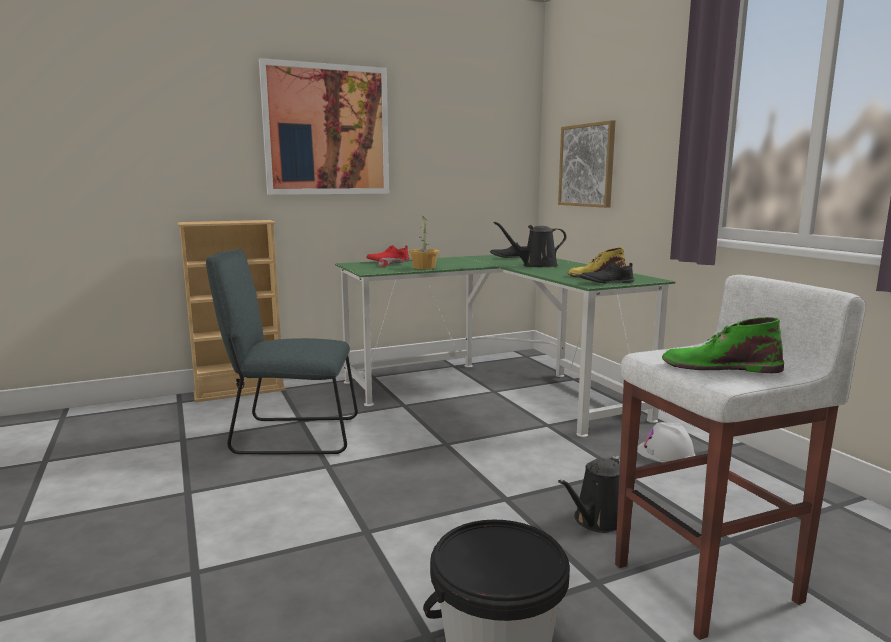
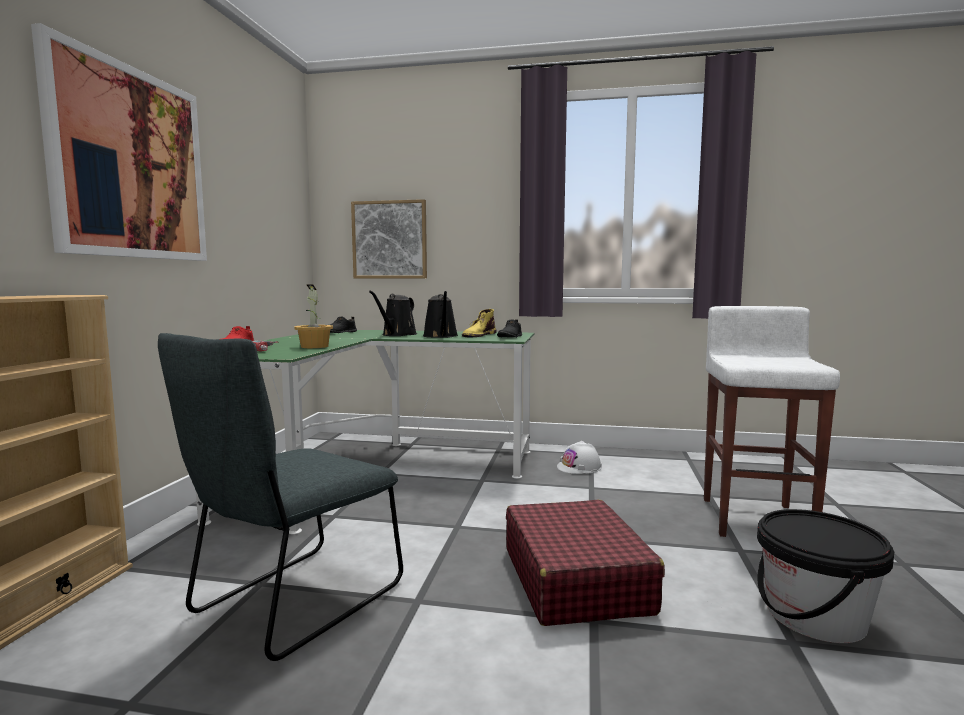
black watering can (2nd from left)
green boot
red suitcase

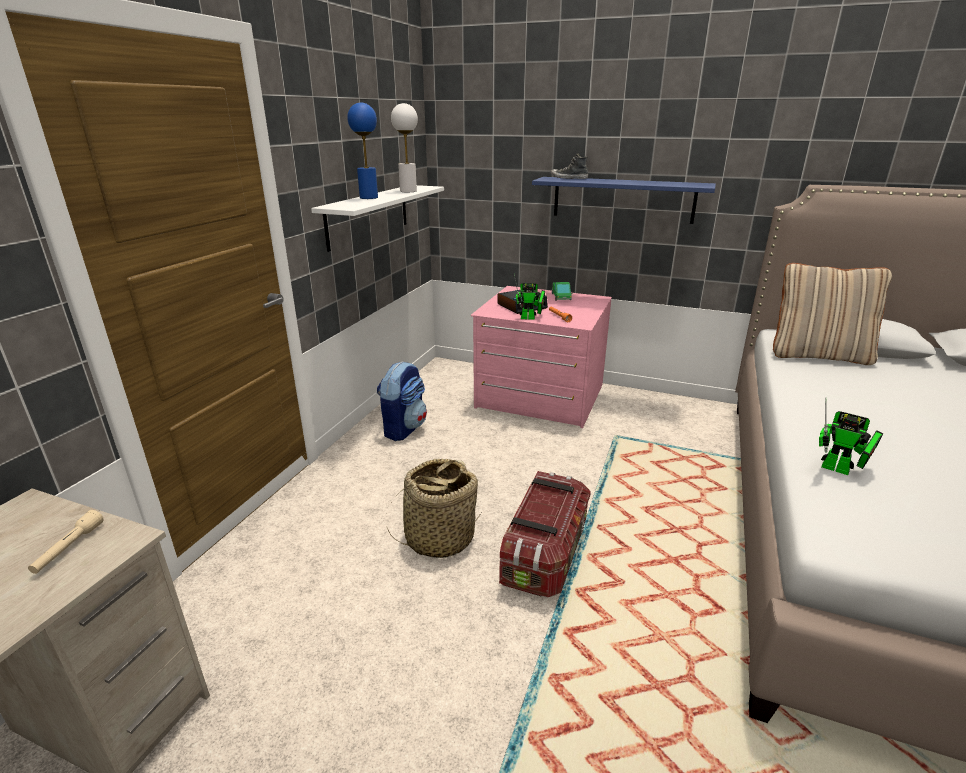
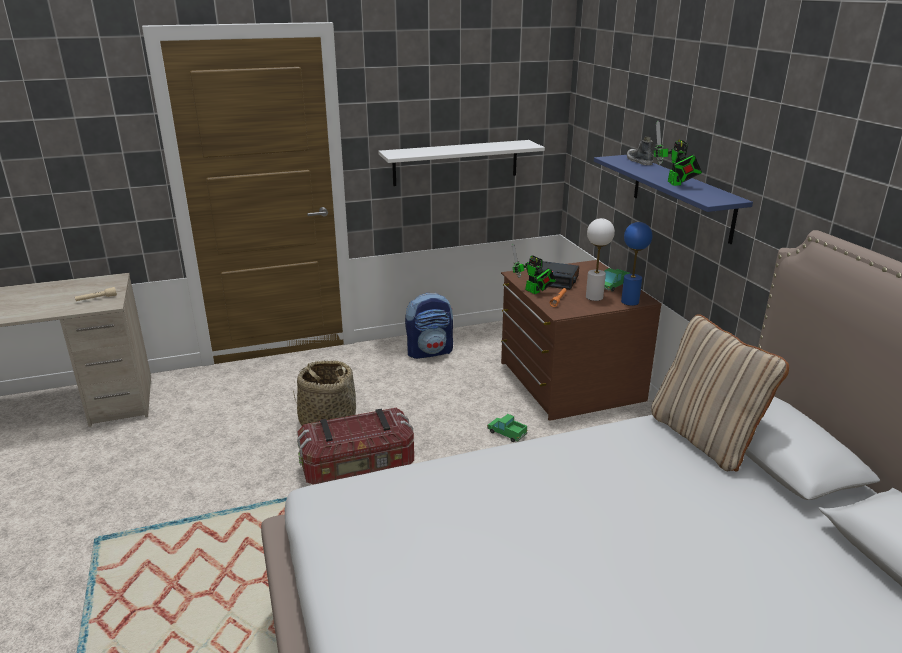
blue table lamp
white table lamp
brown dresser
toy robot (2nd from left)
toy truck (1st from left)

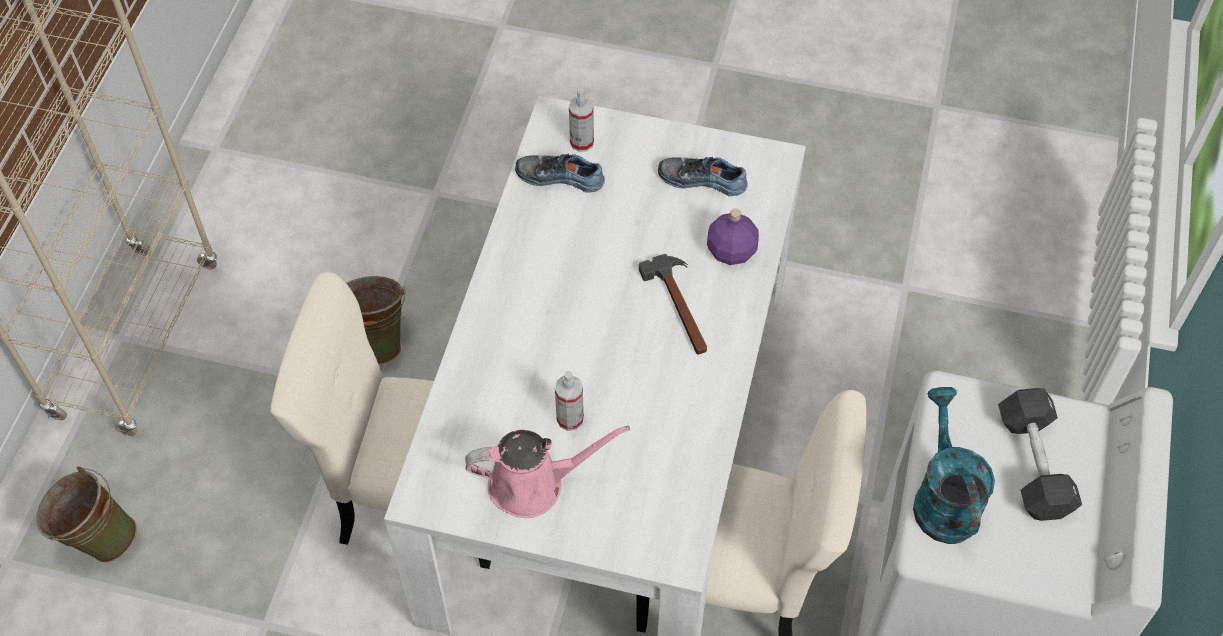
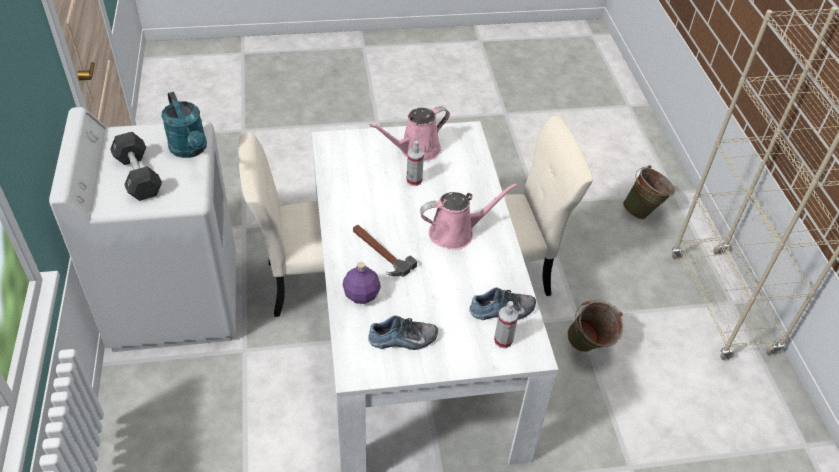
pink watering can (2nd from left)

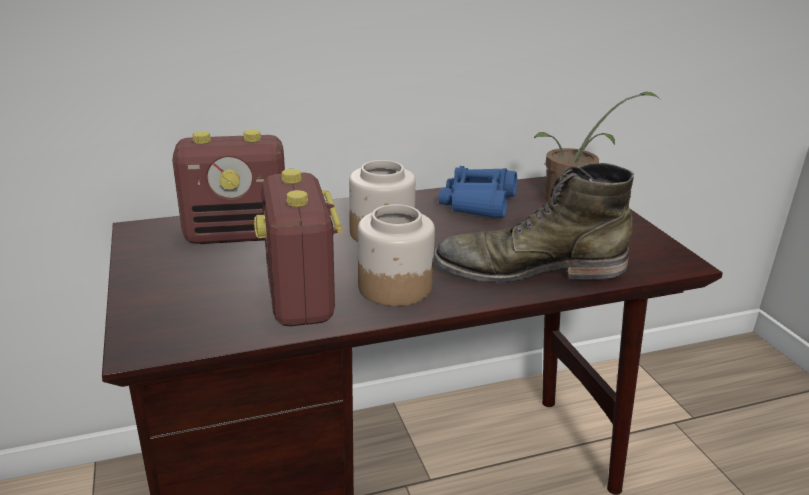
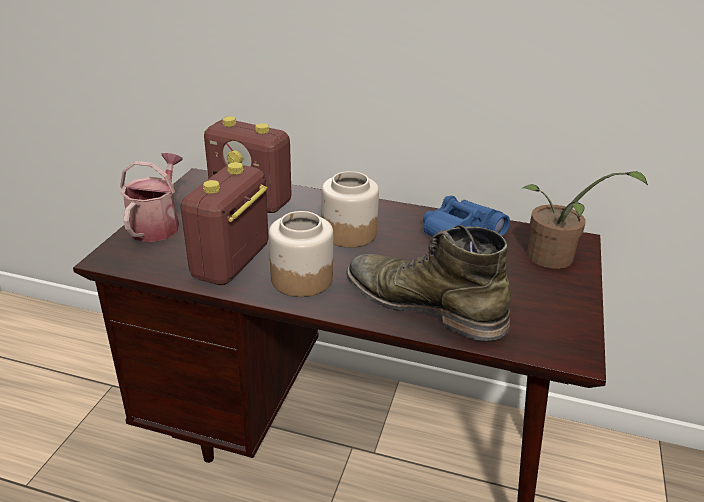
watering can

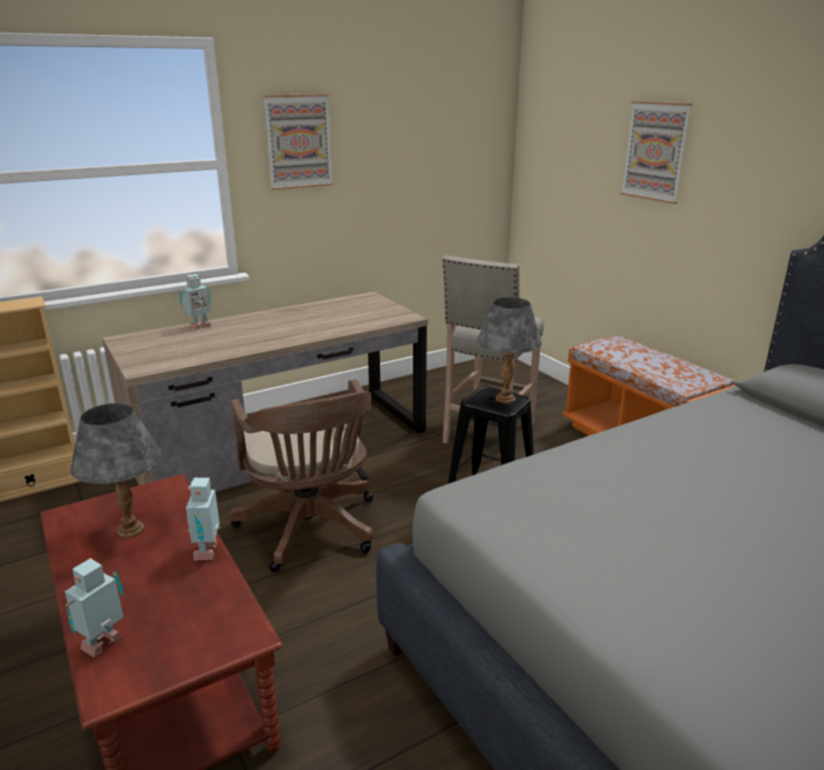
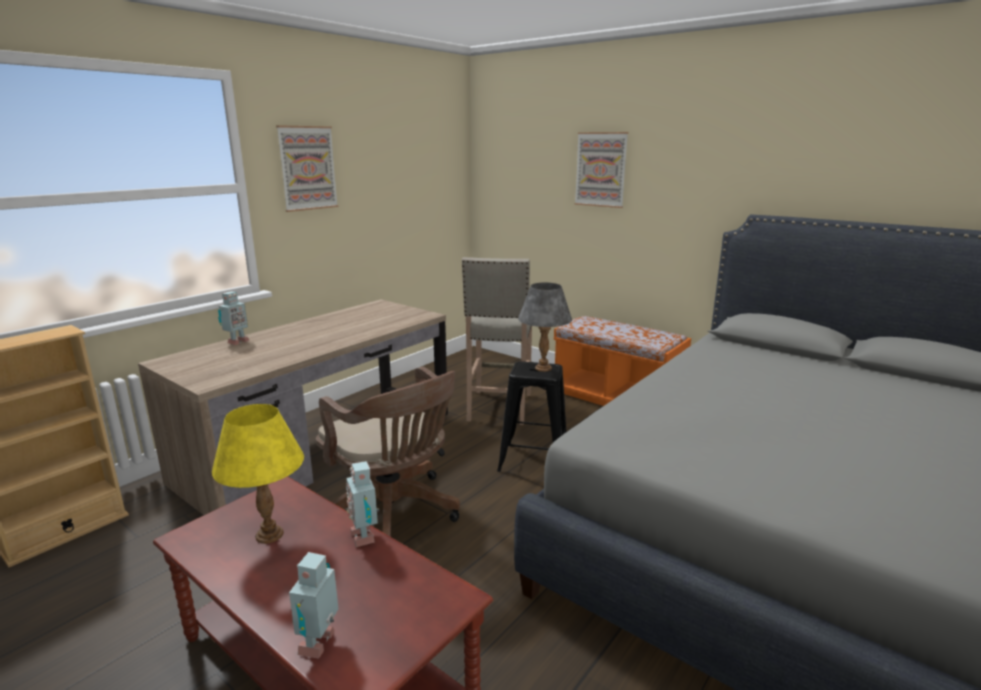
yellow table lamp

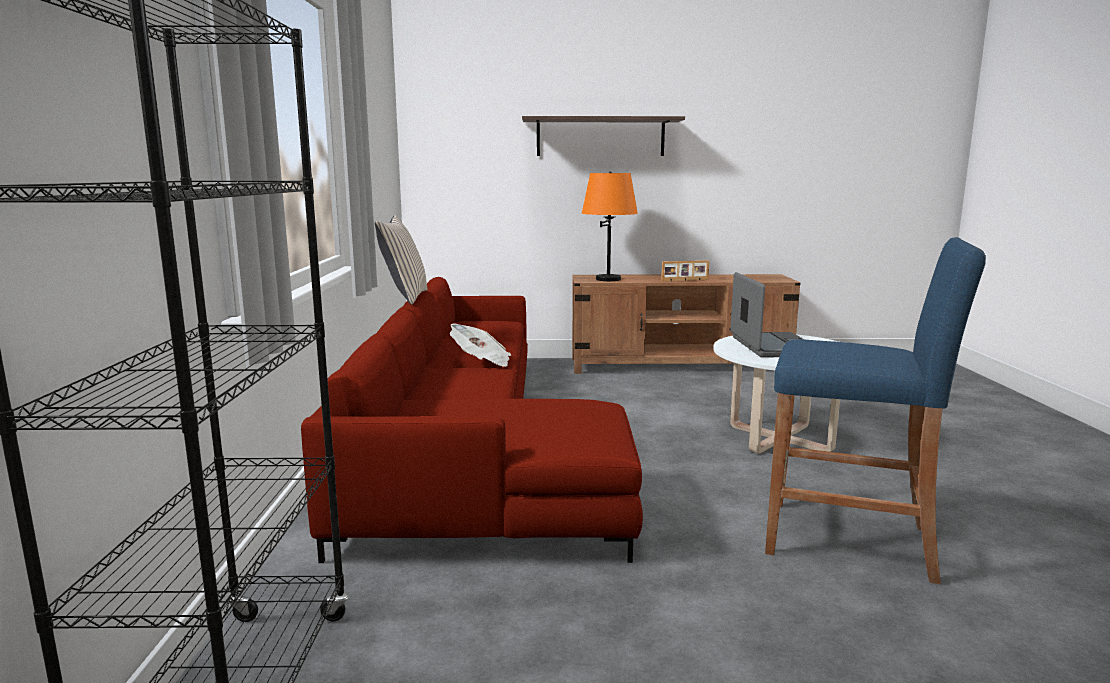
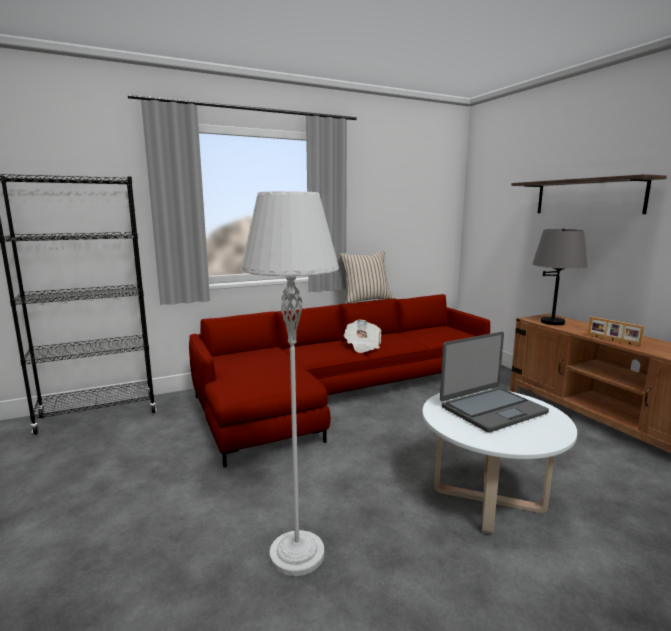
grey table lamp
grey floor lamp

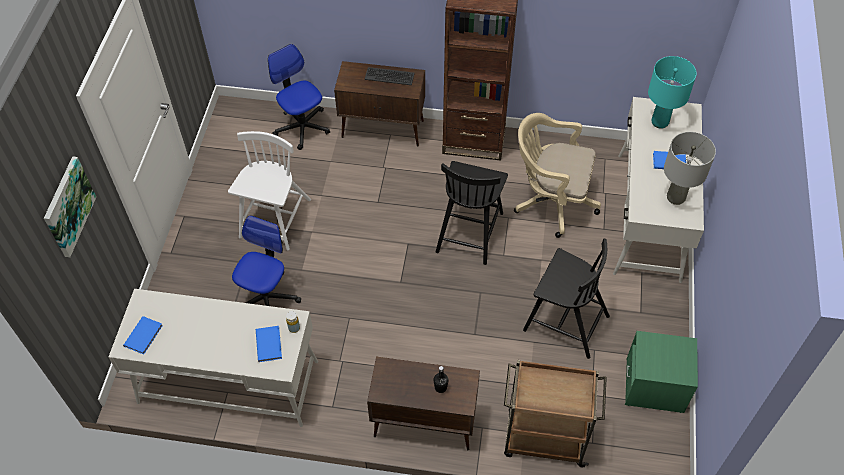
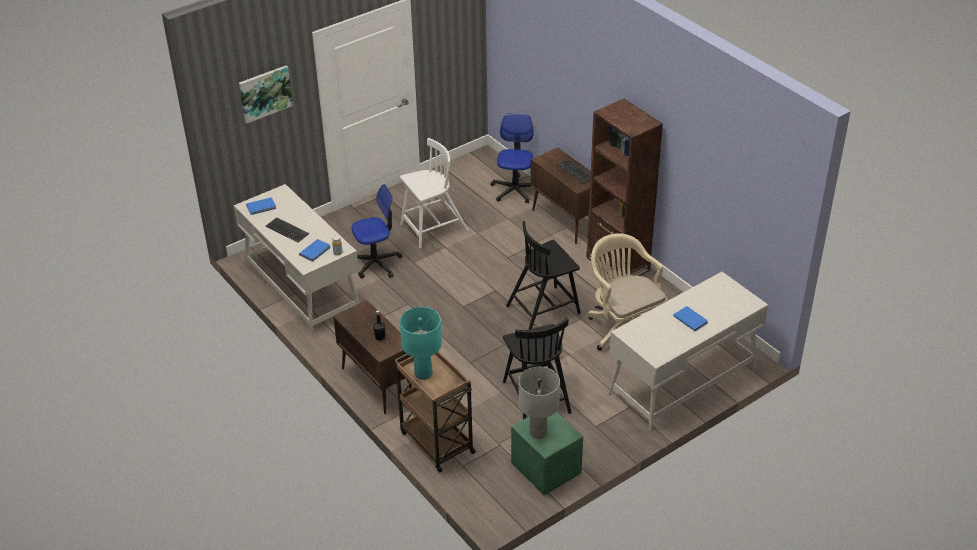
turquoise table lamp
grey table lamp
keyboard (1st from left)

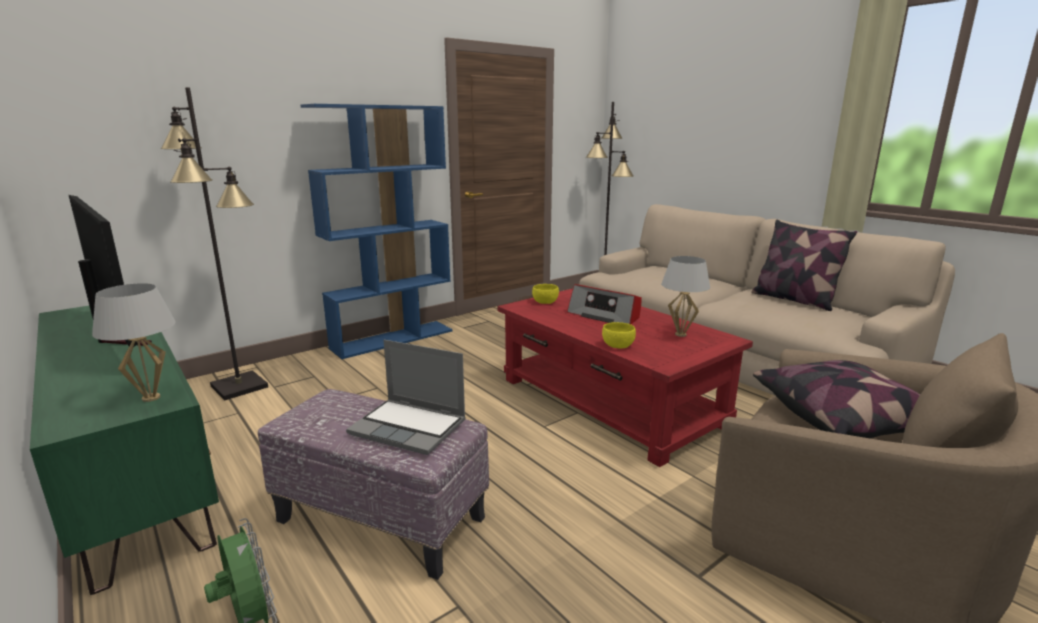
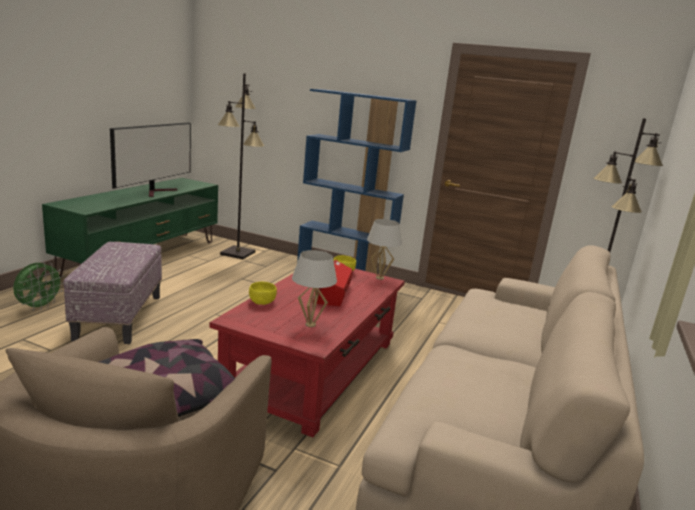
white table lamp (2nd from left)
laptop
pillow (1st from left in the first image)

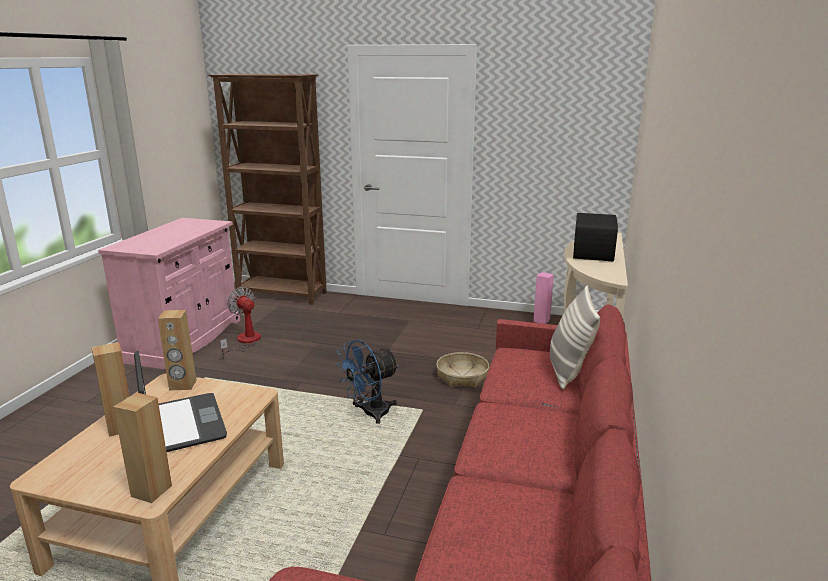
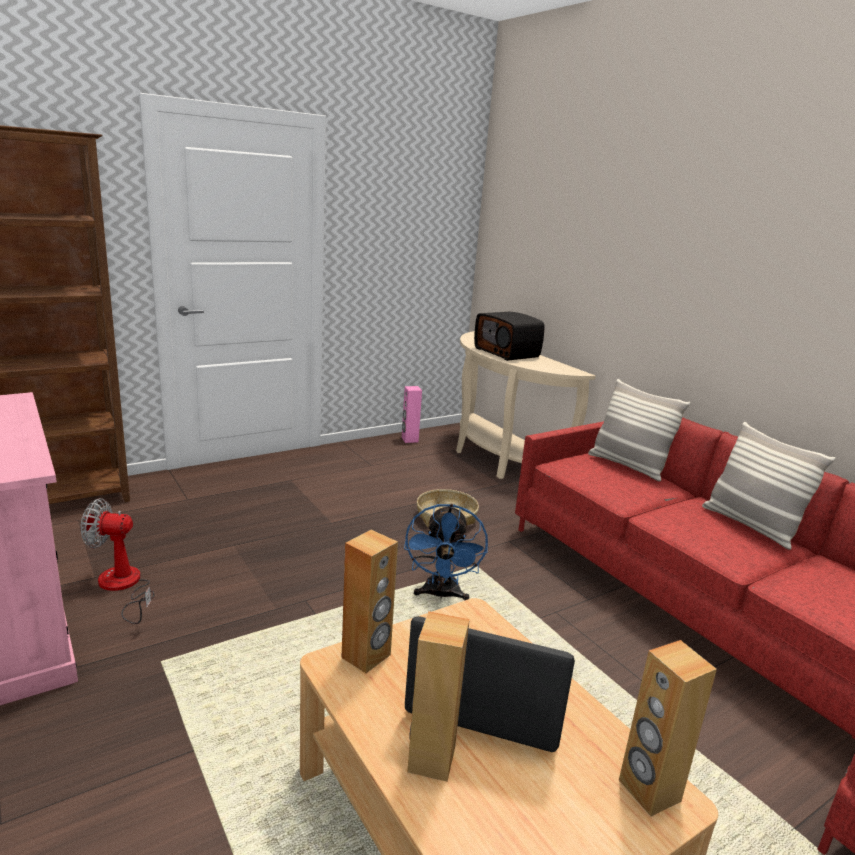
pillow (2nd from left)

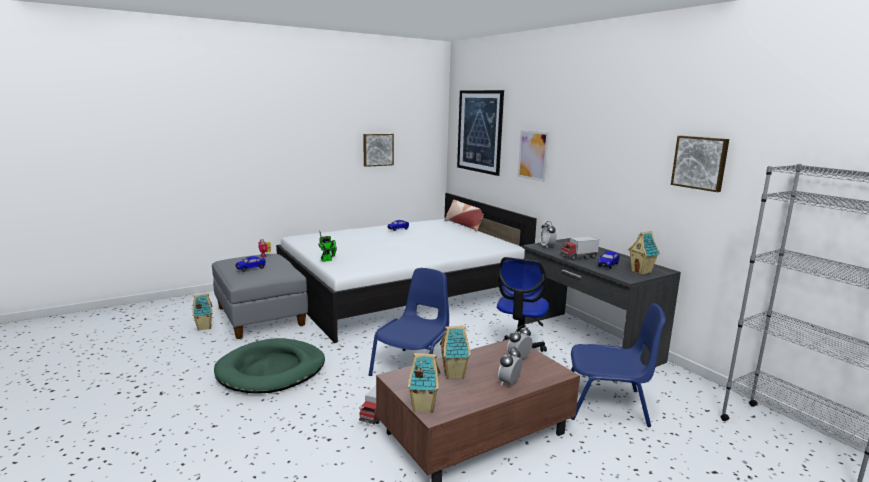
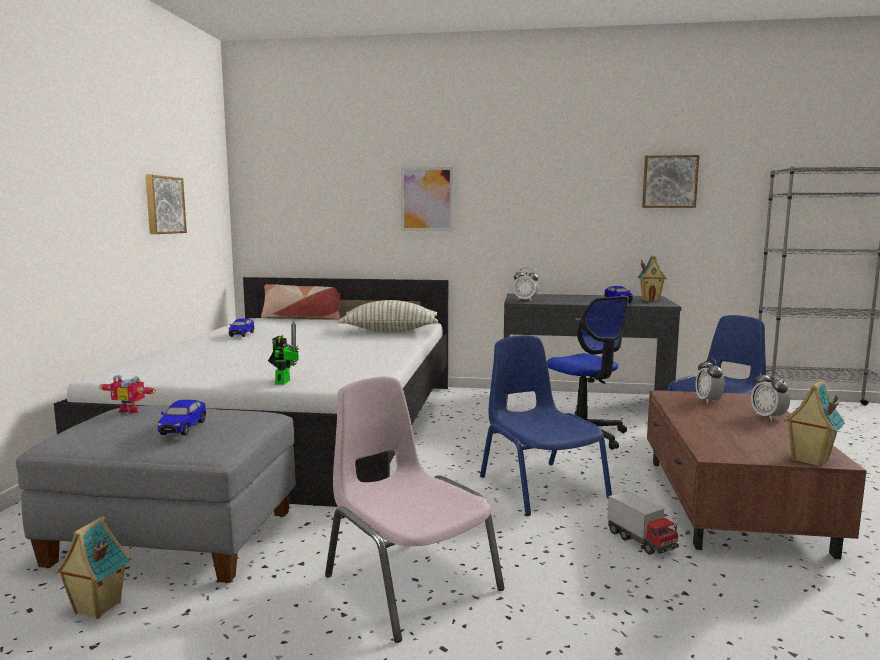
pink chair
toy house (3rd from left in the first image)
picture (2nd from left in the first image)
toy truck (2nd from left in the first image)
pillow (2nd from left)

